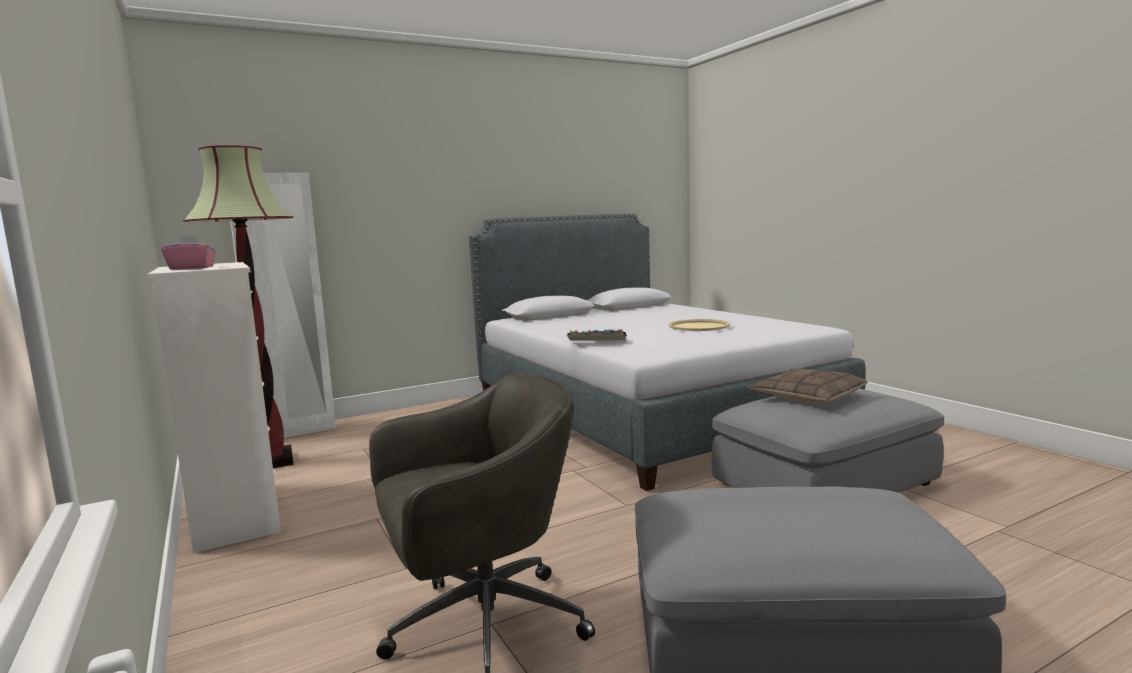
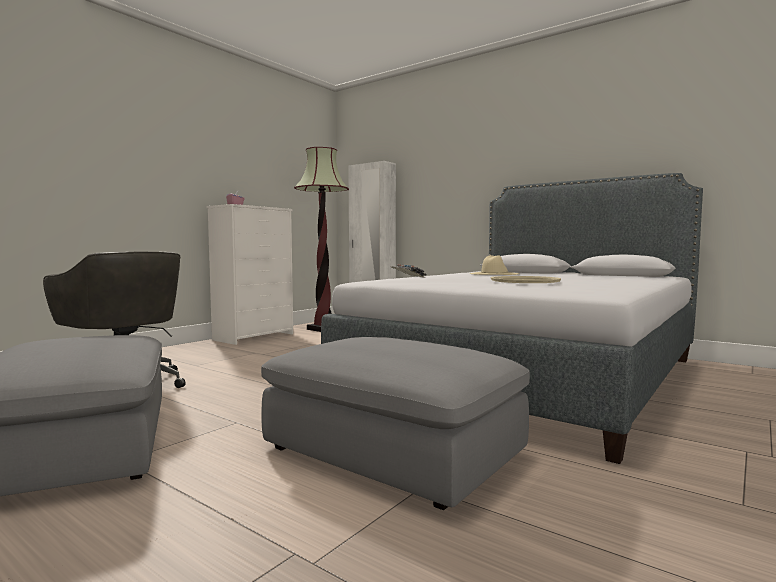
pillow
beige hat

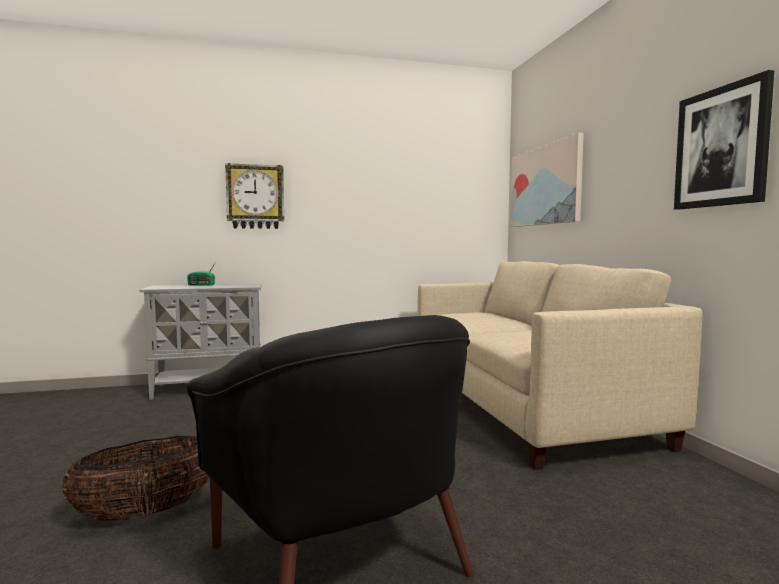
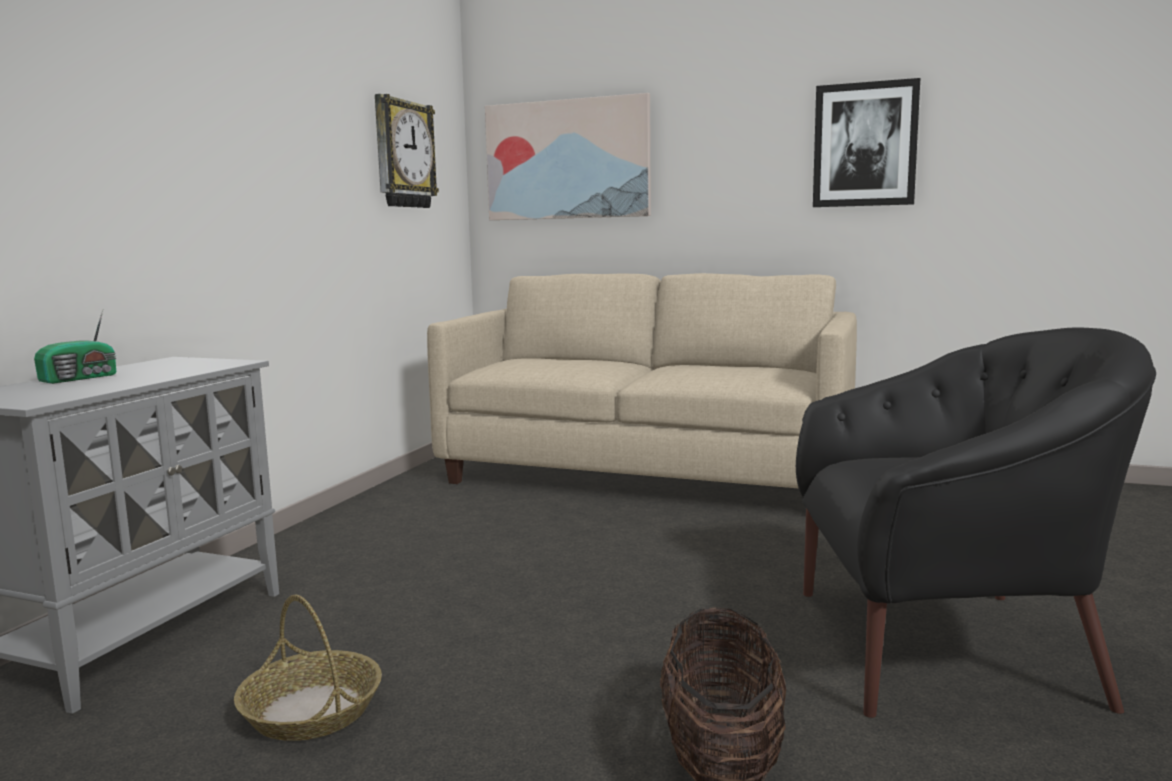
wall clock
basket (1st from left)

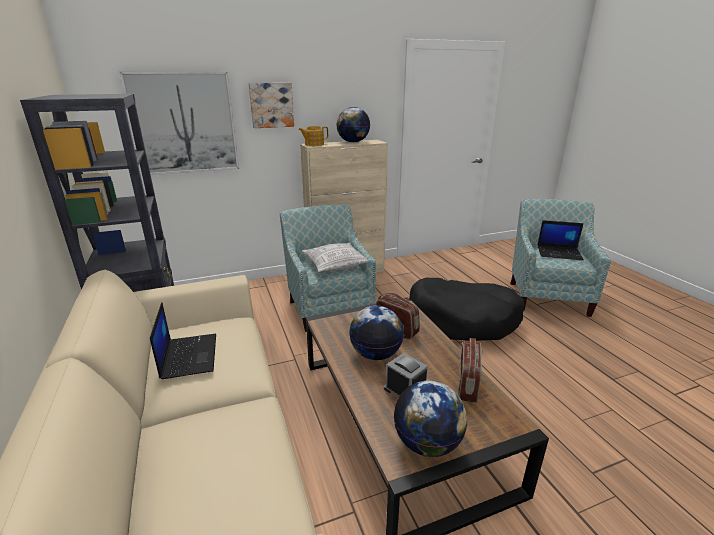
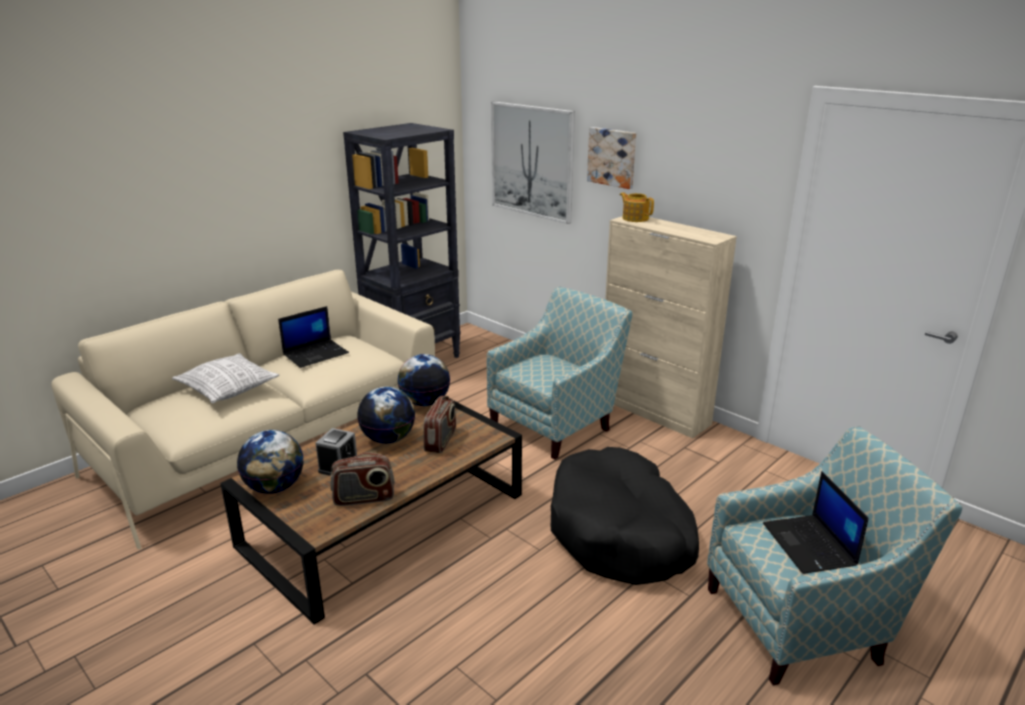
pillow
globe (3rd from left)

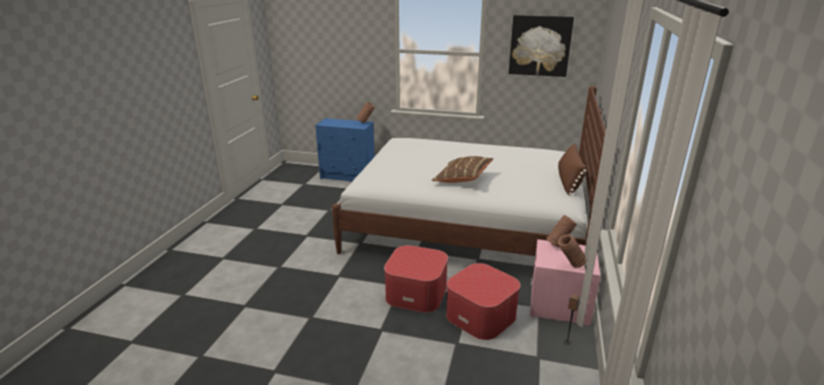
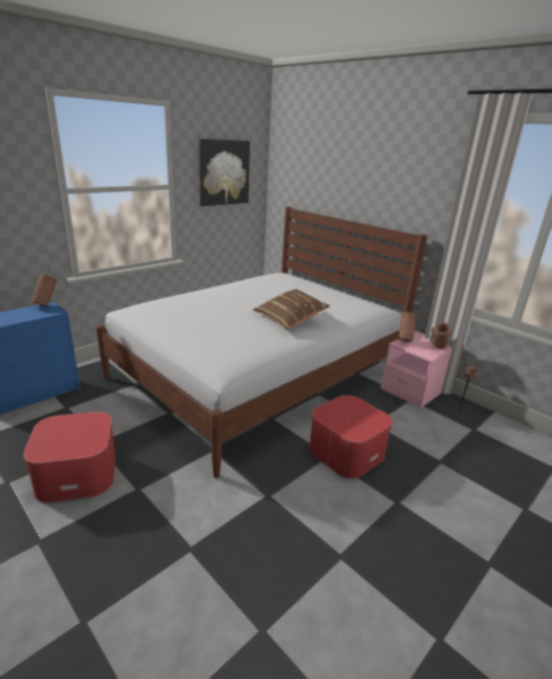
ottoman (1st from left)
brown pillow (2nd from left in the first image)

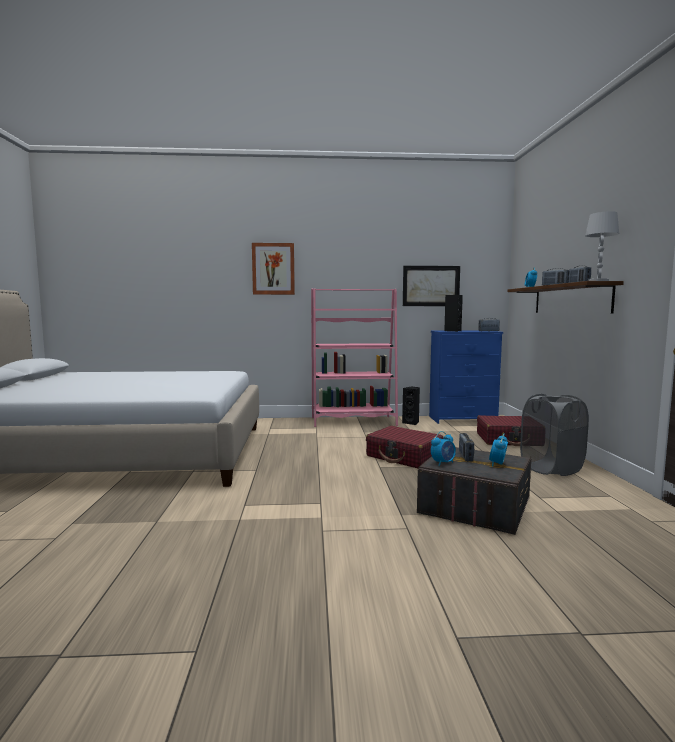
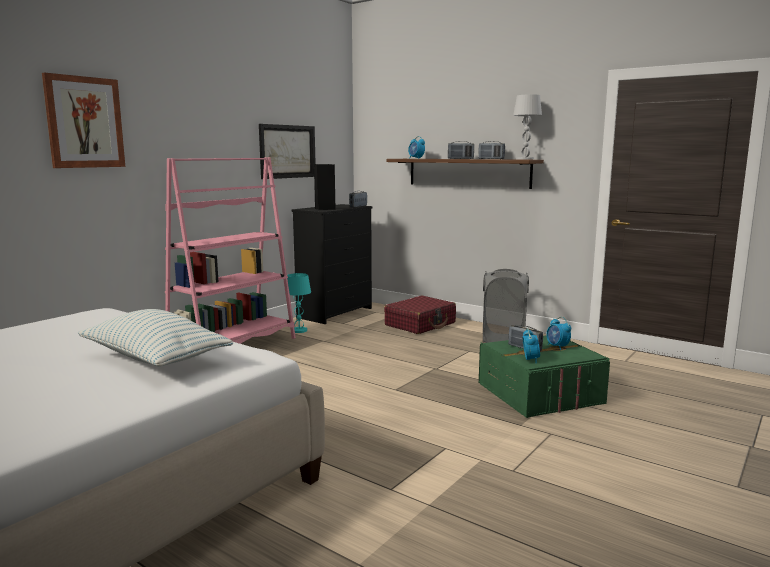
red suitcase (1st from left in the first image)
turquoise table lamp
green storage box
black dresser
pillow

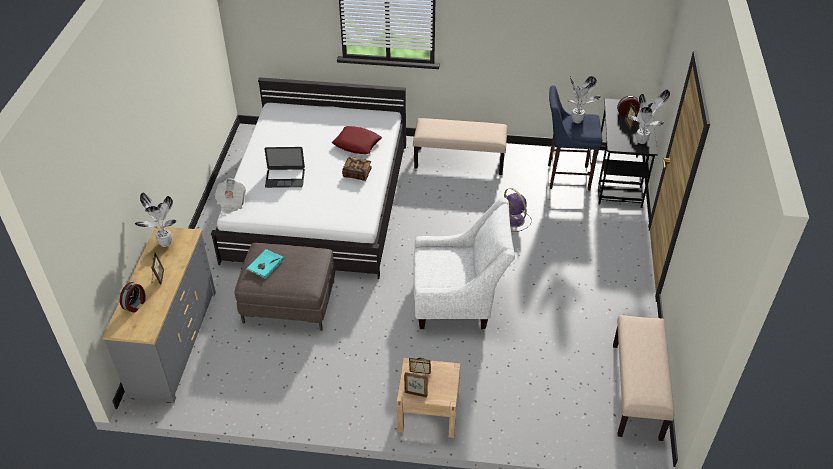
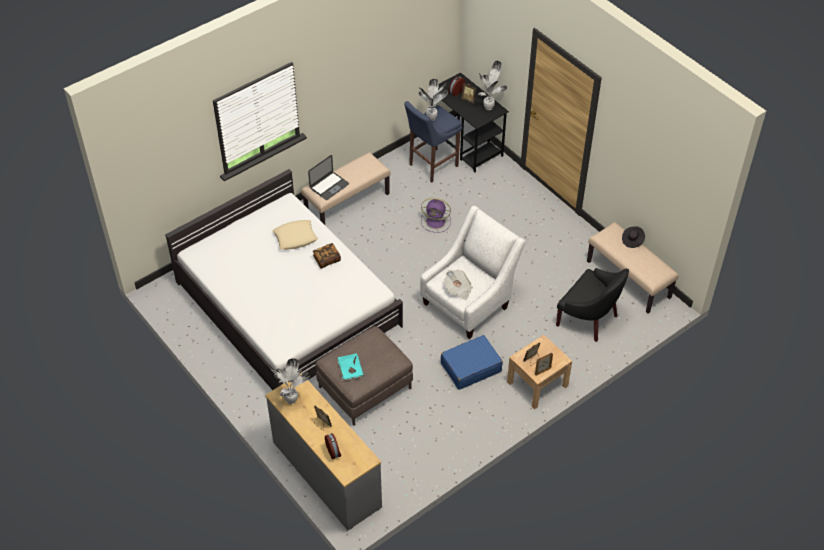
newspaper
laptop
beige pillow
blue suitcase
black armchair
black hat

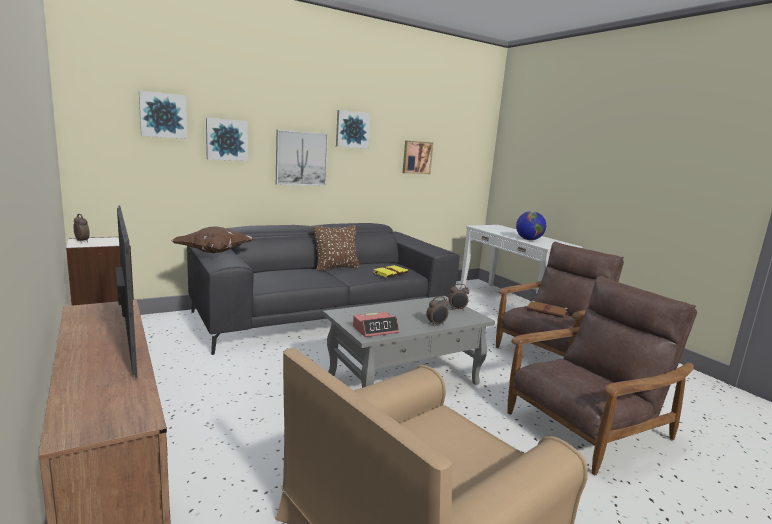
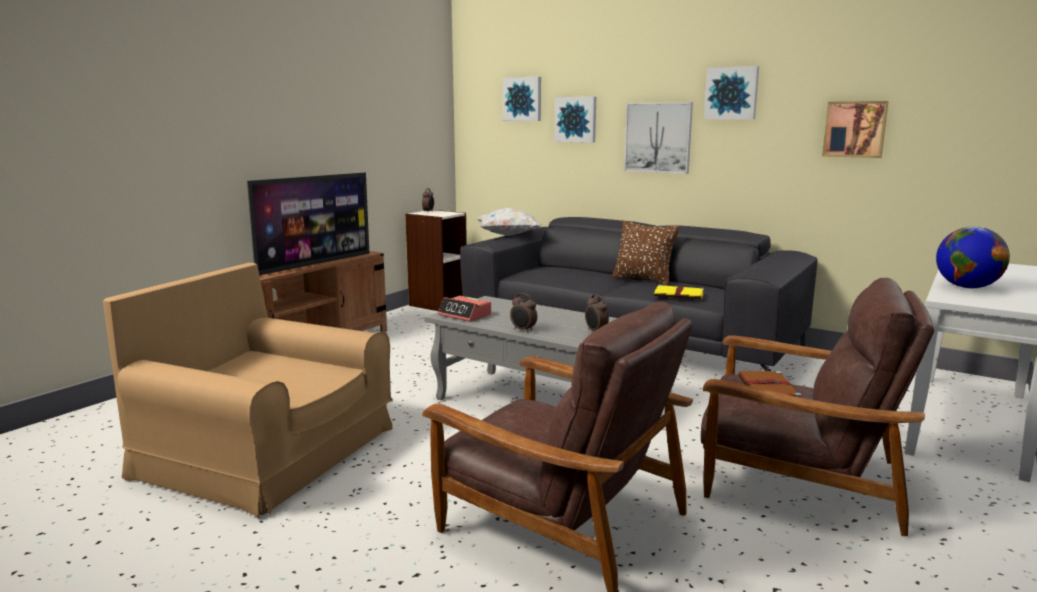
white pillow

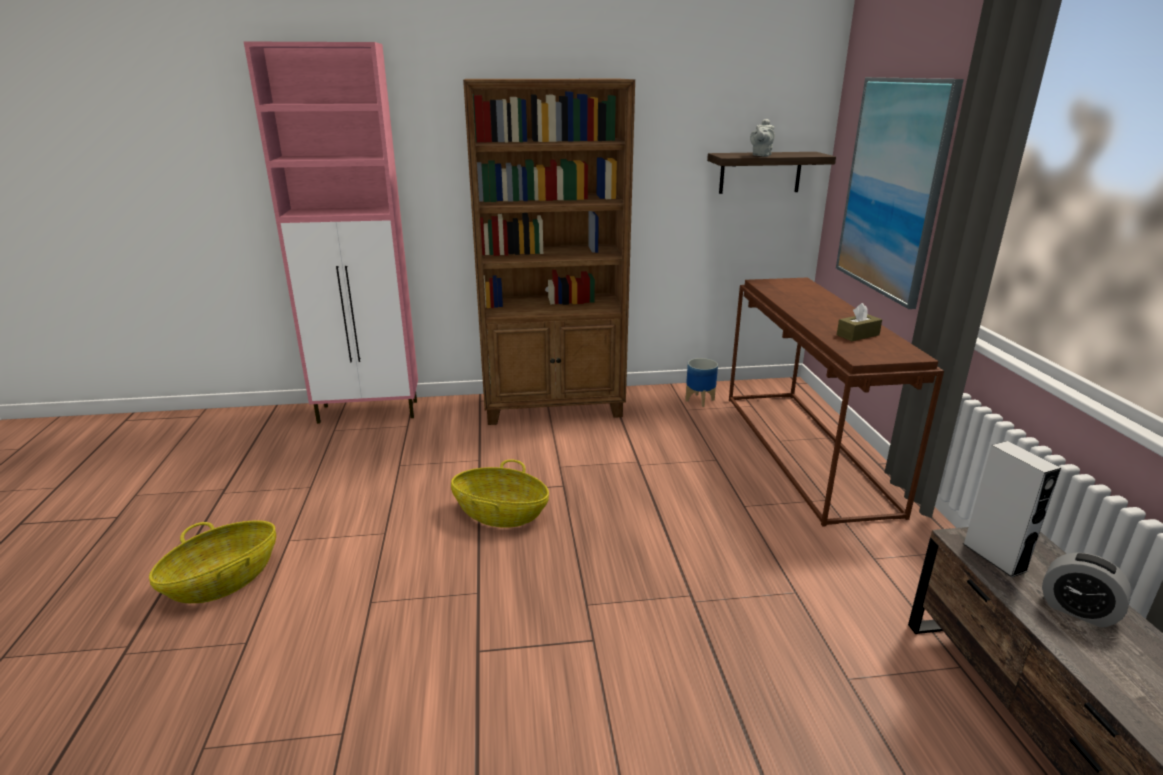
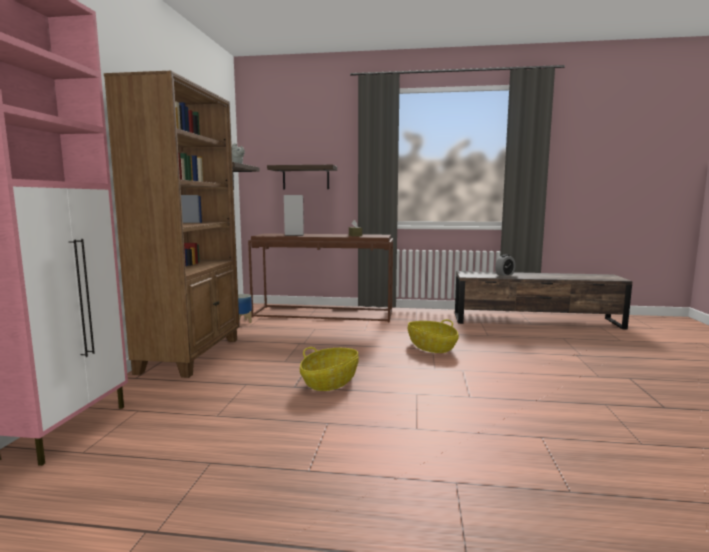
basket (2nd from left)
shelf (2nd from left)
grey speaker

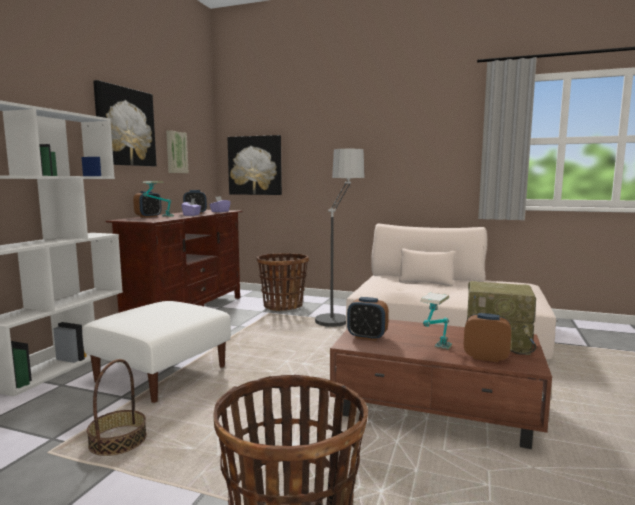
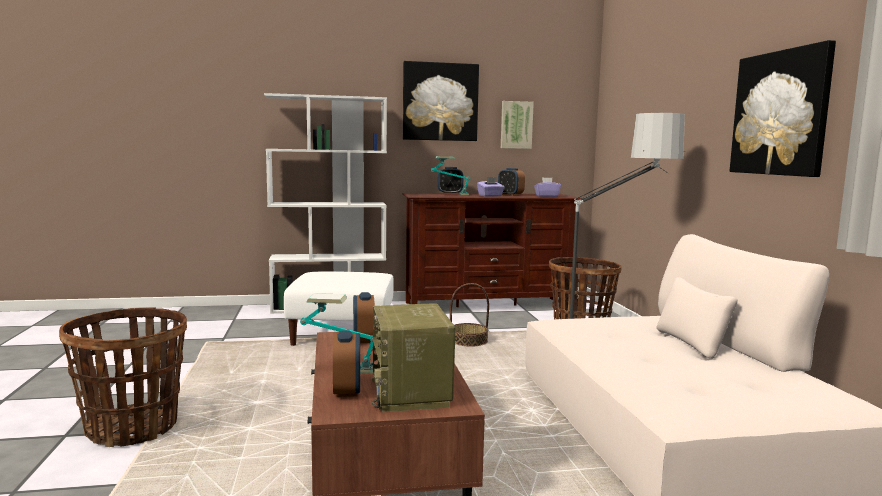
basket (2nd from left)
picture (3rd from left)

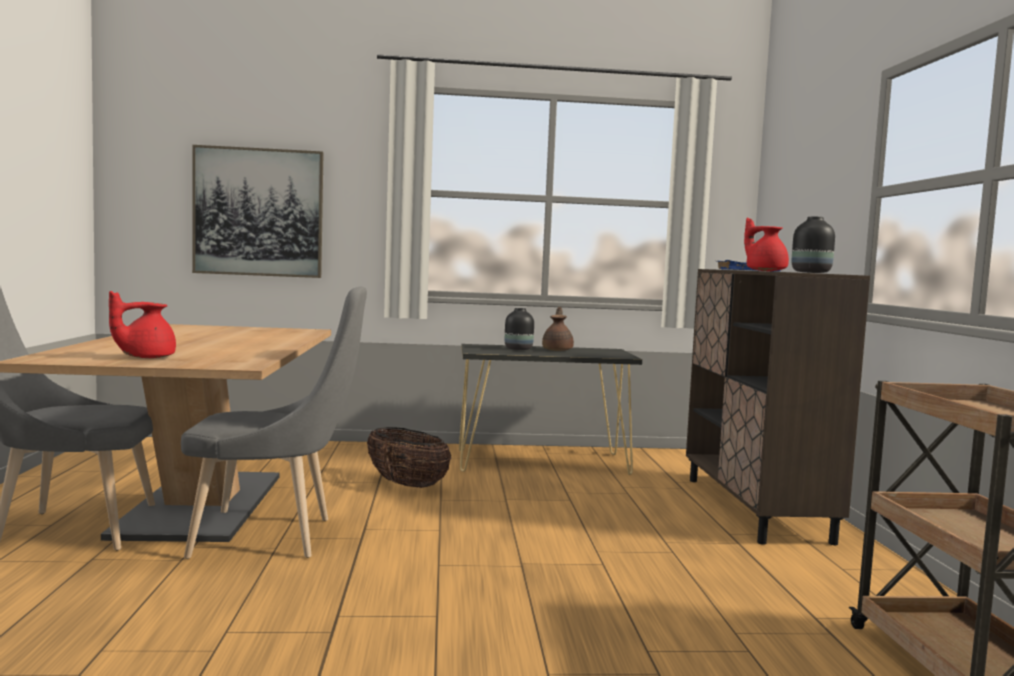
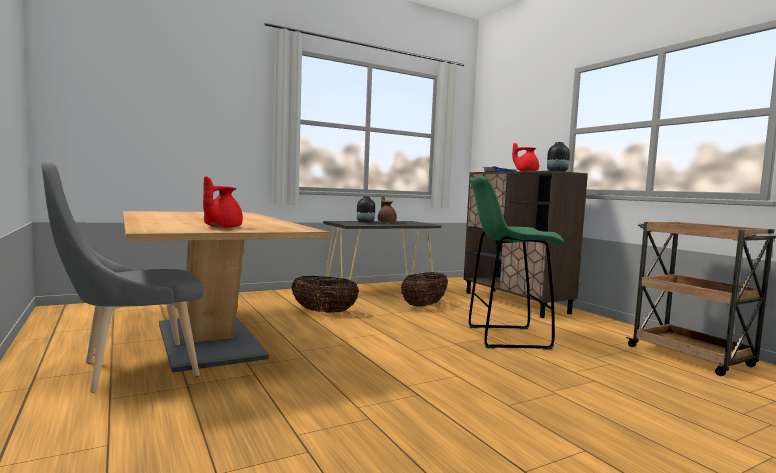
grey chair (2nd from left in the first image)
picture
basket (2nd from left)
green stool

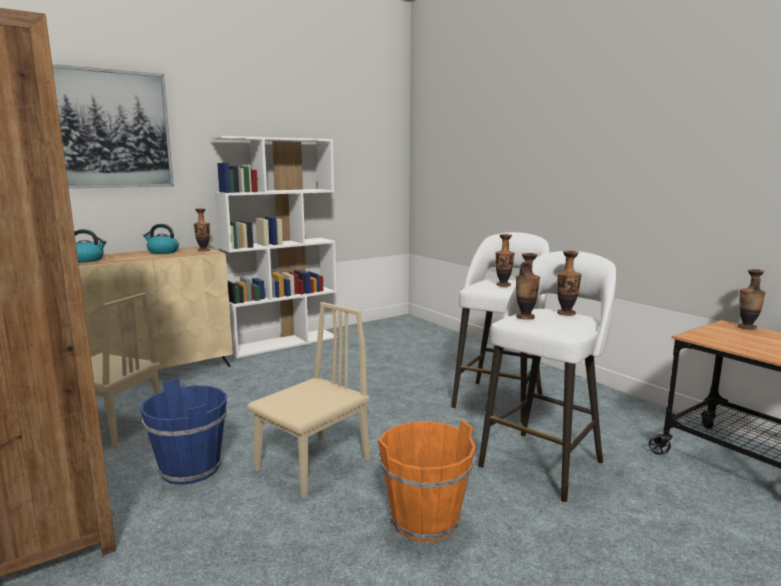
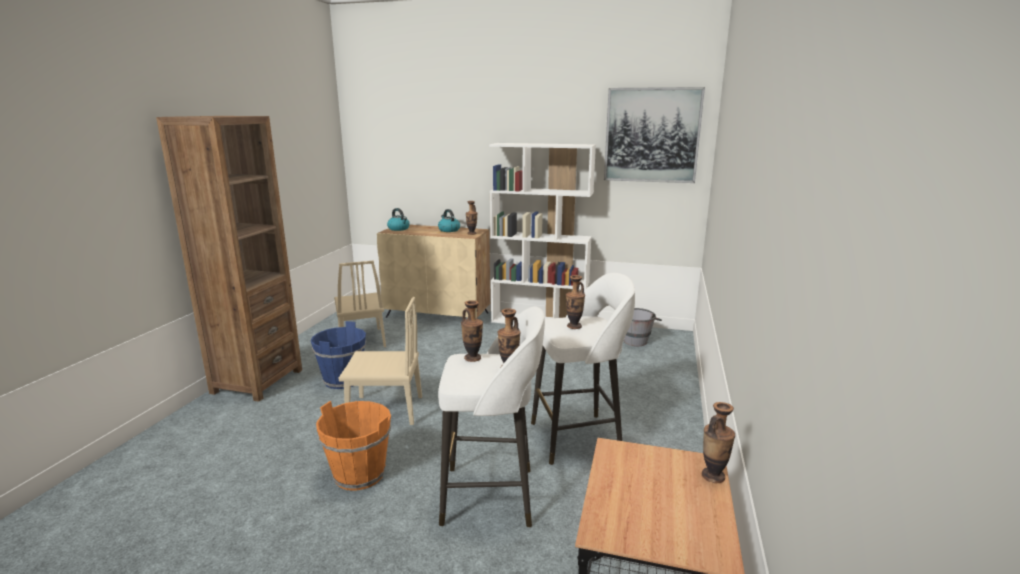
picture
grey bucket

